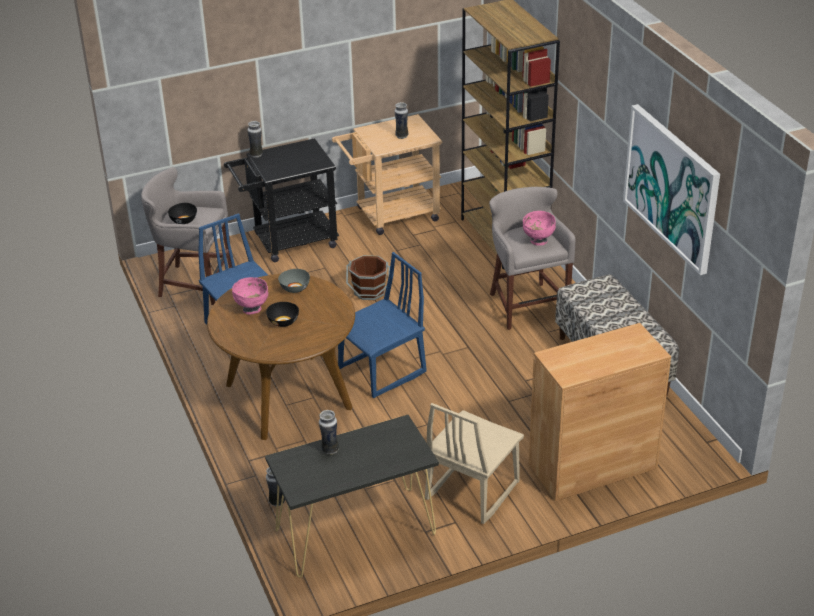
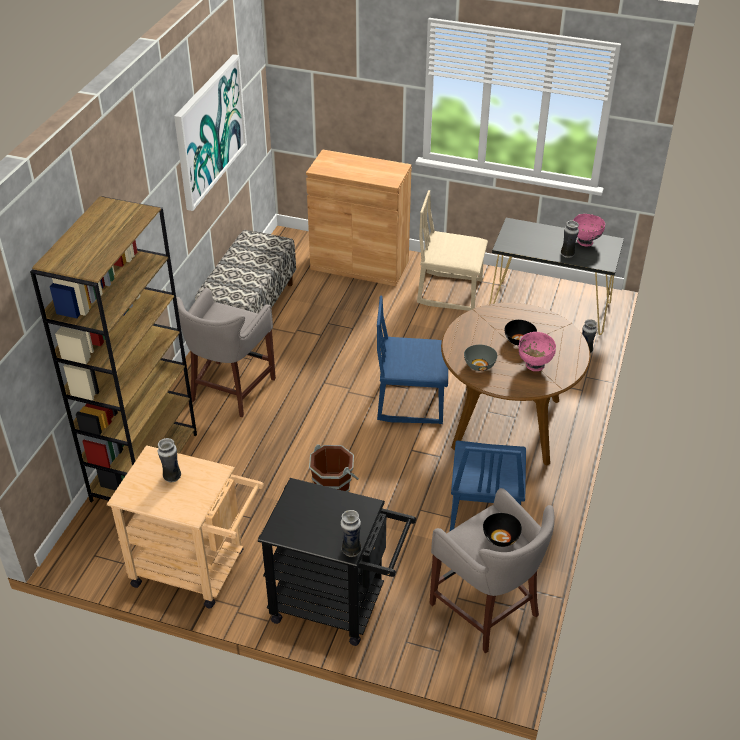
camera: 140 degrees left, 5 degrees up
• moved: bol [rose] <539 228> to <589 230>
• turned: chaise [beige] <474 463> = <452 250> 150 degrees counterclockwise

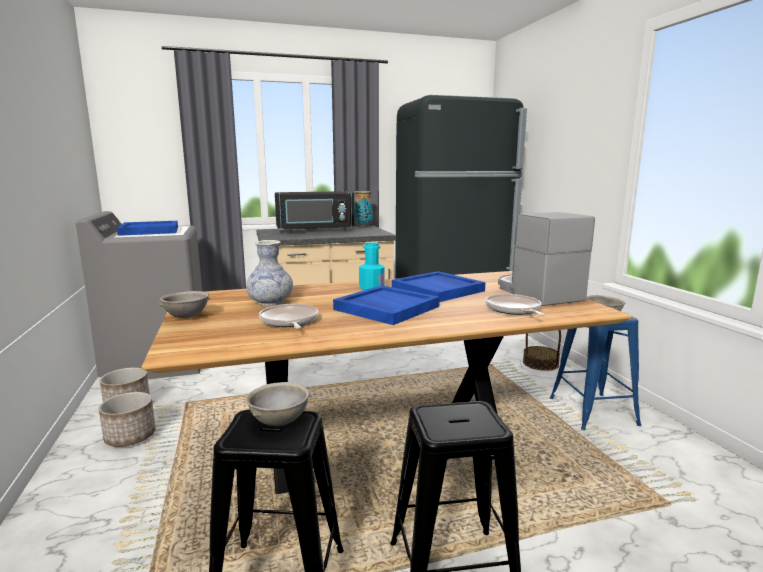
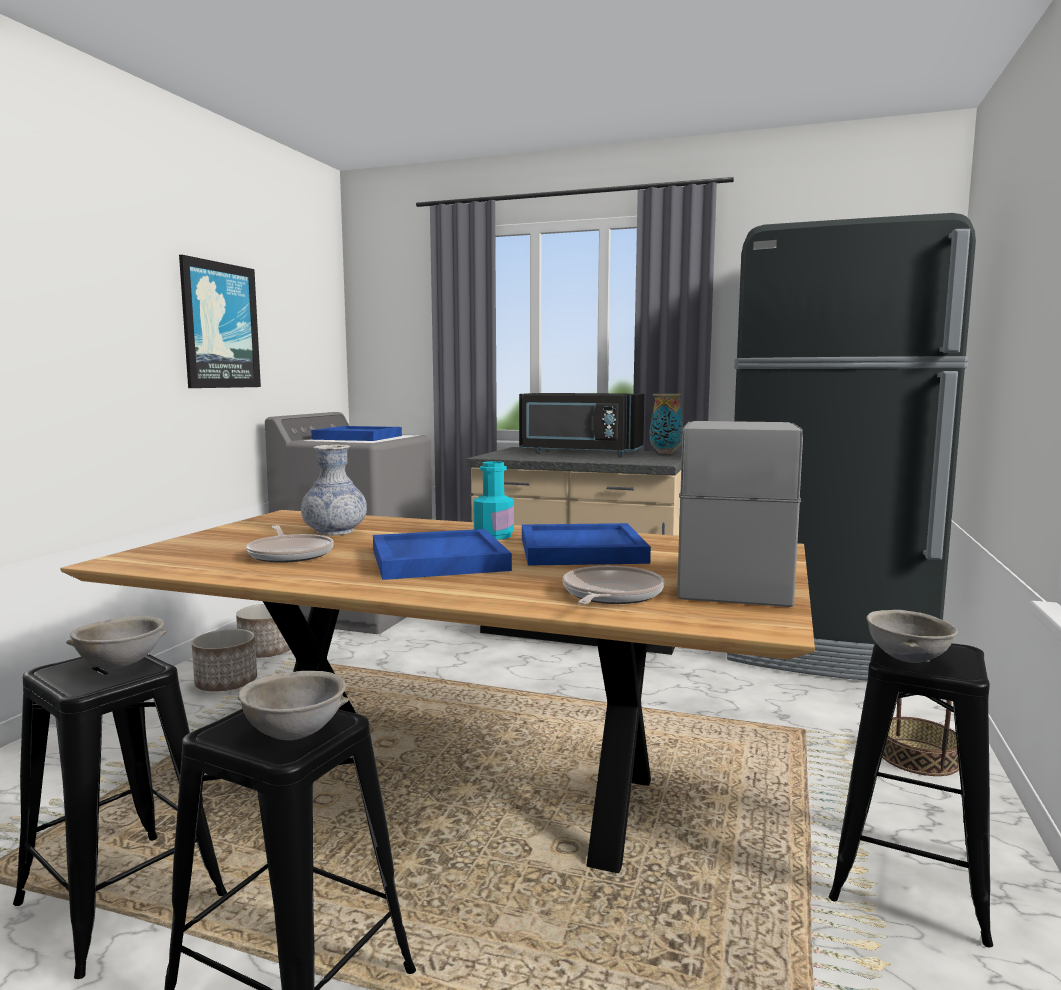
camera: 35 degrees right, 5 degrees down
• added: tableau <220 321>
• moved: bol [gris] <184 305> to <293 705>
• recoloured: tabouret [bleu] <595 373> to tabouret [noir] <911 794>
• turned: poêle <288 316> = <290 544> 135 degrees clockwise

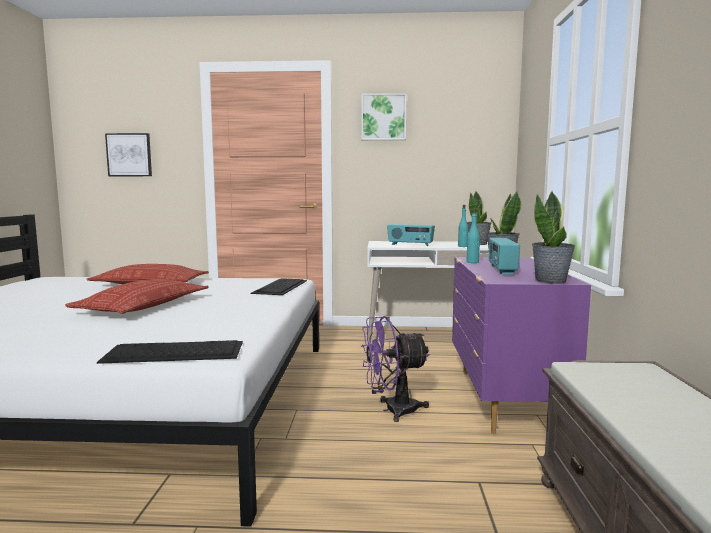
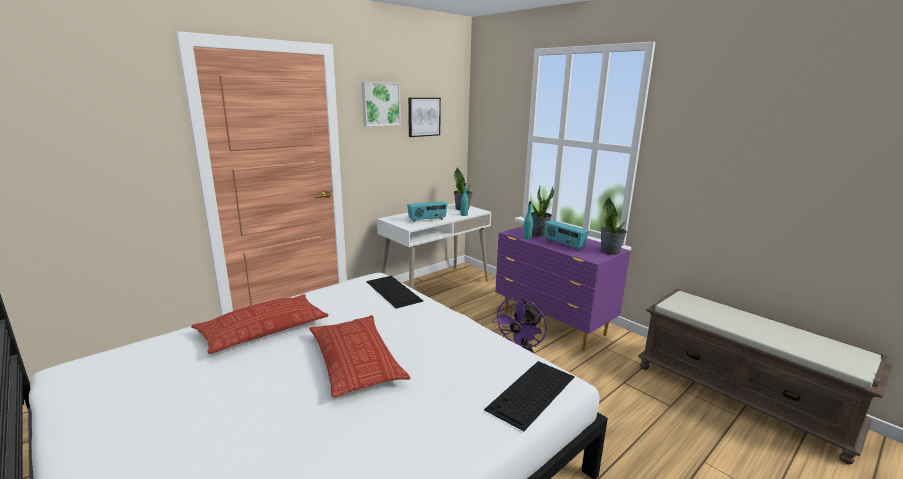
camera: 45 degrees left, 10 degrees up
• moved: tableau <128 154> to <424 117>

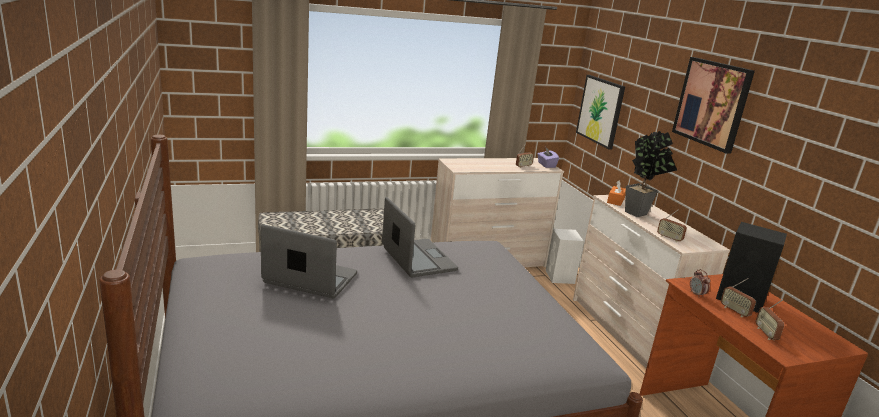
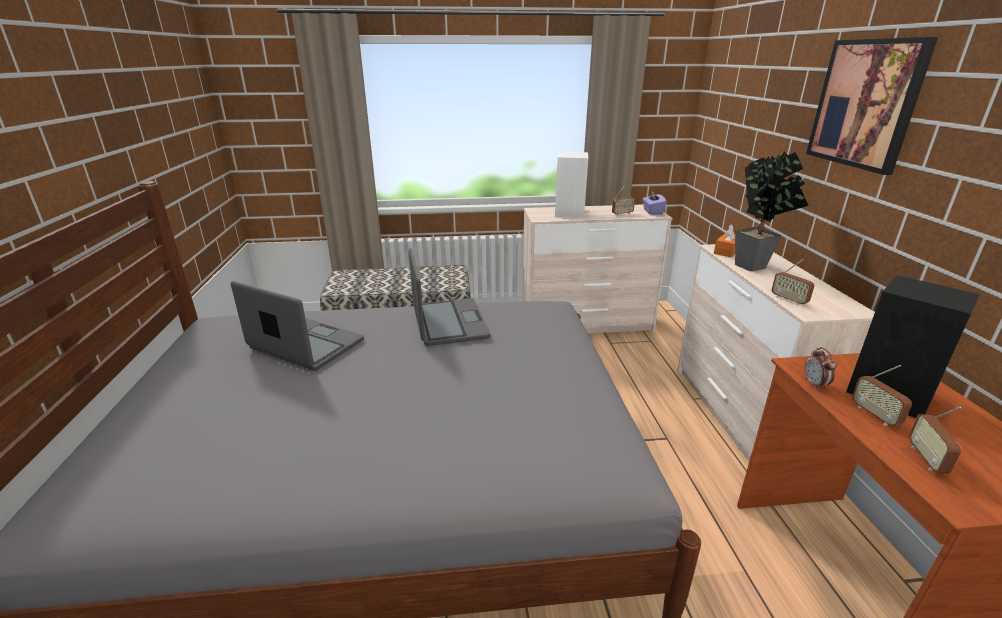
camera: 15 degrees right, 5 degrees up
• removed: tableau <600 112>
• moved: enceinte [blanc] <564 256> to <571 185>

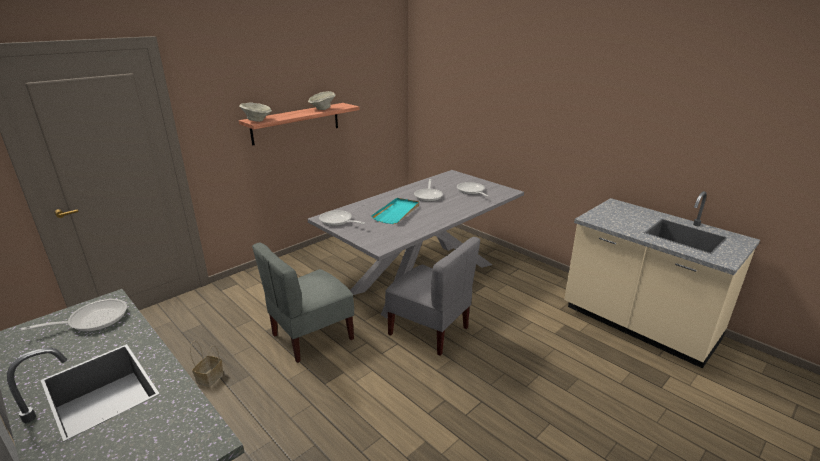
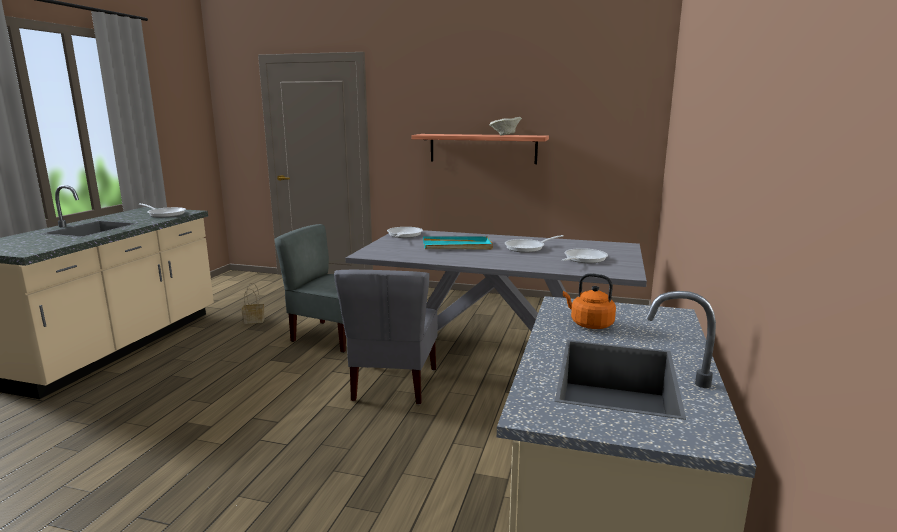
camera: 60 degrees right, 10 degrees down
• removed: bol [beige] <255 112>
• added: bouilloire [orange] <589 301>

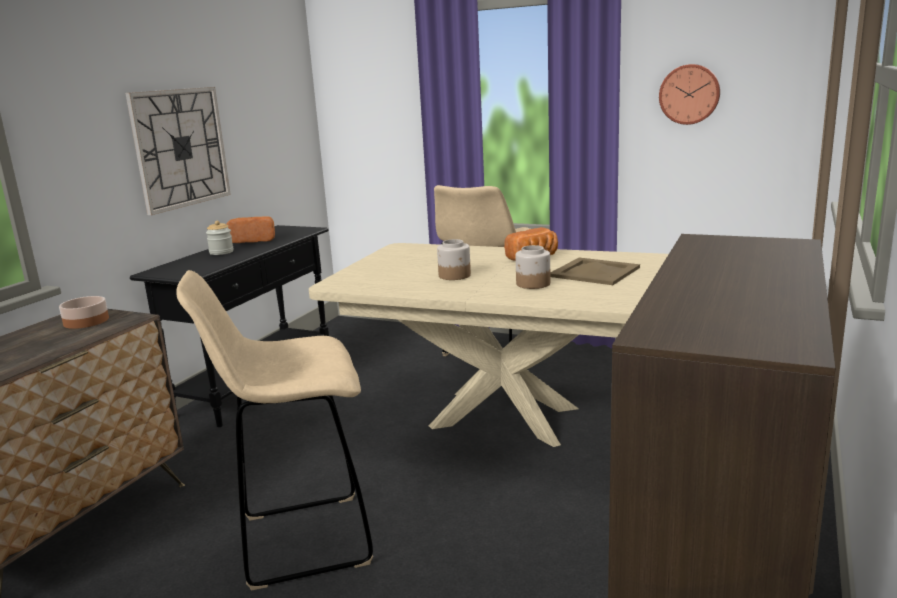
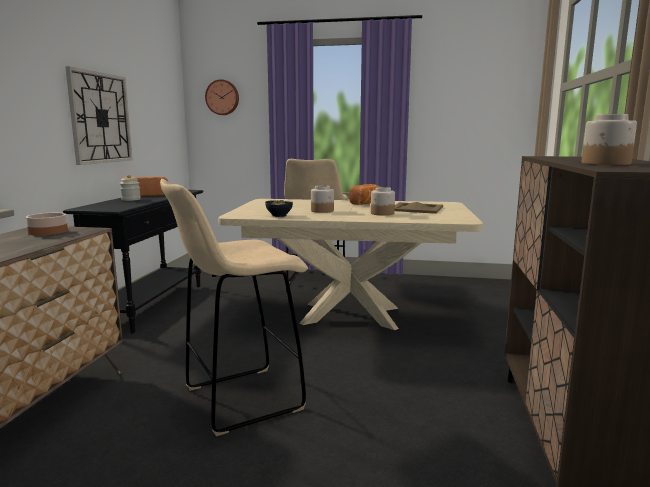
camera: 15 degrees left, 5 degrees down
• added: bol <279 208>
• added: bocal <609 139>
• moved: horloge murale <689 94> to <222 97>

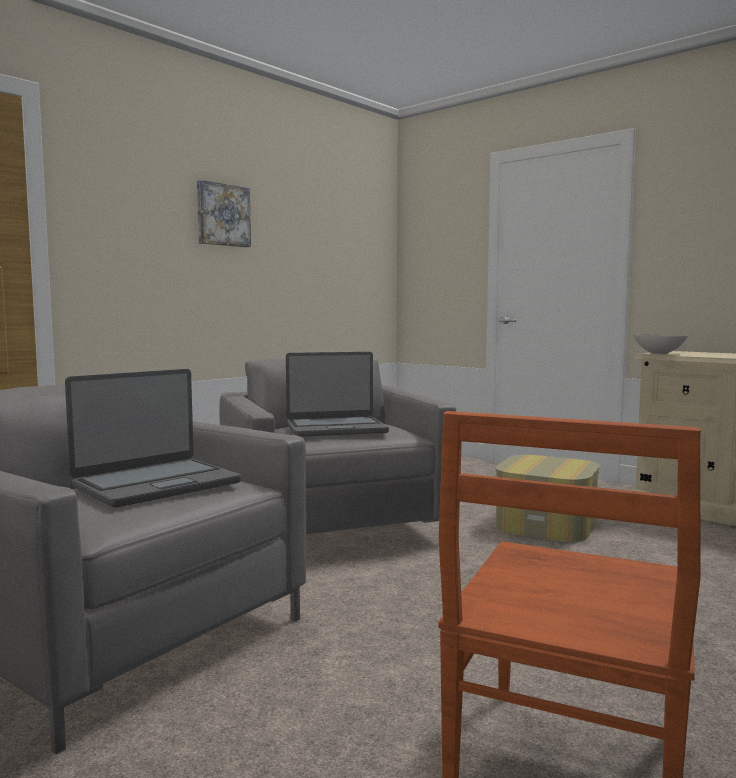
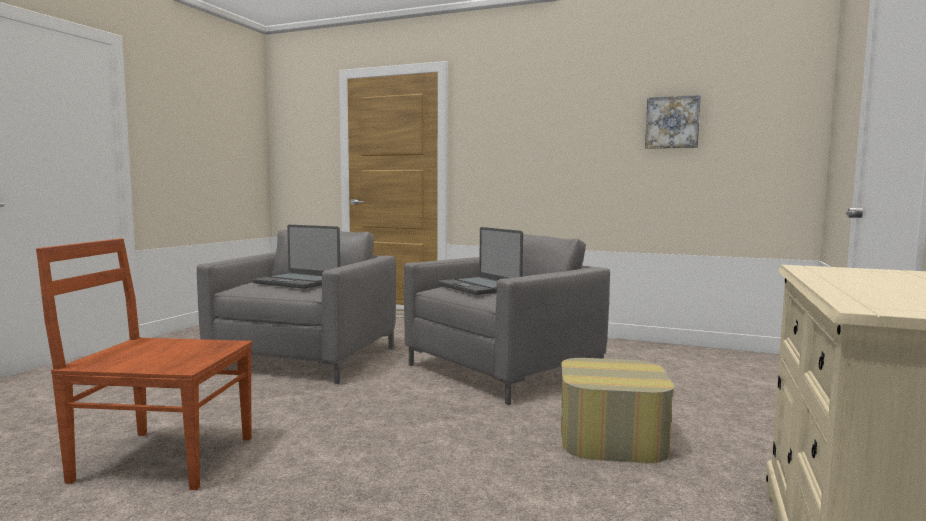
camera: 70 degrees right, 0 degrees up
• removed: bol [blanc] <660 344>
• moved: tableau <224 213> to <673 122>

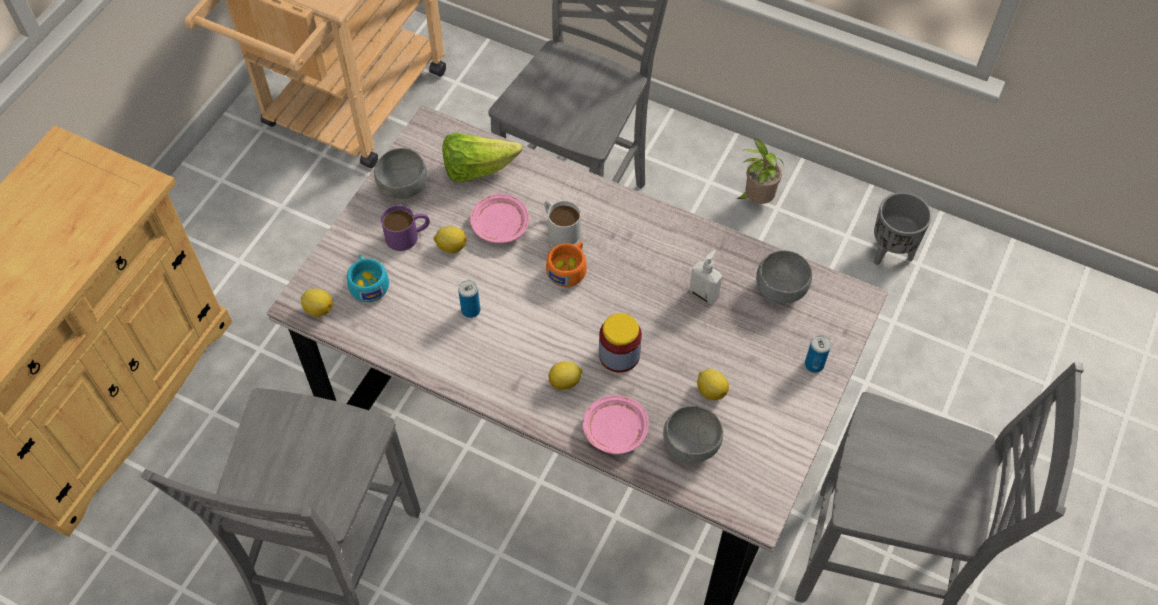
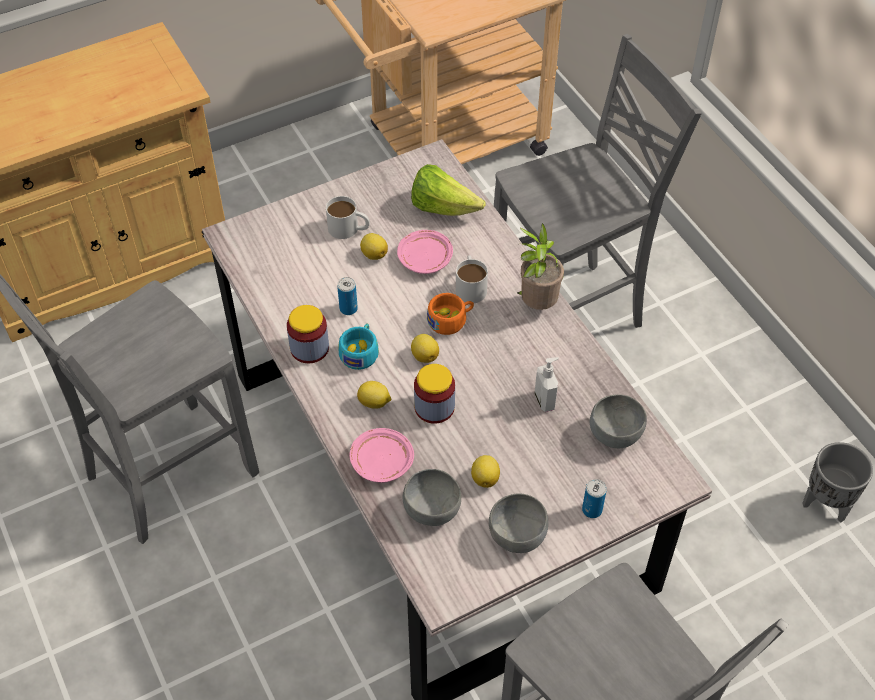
camera: 35 degrees right, 5 degrees down
• added: bocal <308 334>
• moved: citron <317 303> to <425 348>
• moved: tasse [turquoise] <368 278> to <358 346>
• moved: bol [gris] <400 173> to <518 523>
• moved: plante en pot <760 171> to <540 266>
• recoloured: mug [violet] <405 228> to mug [blanc] <348 217>

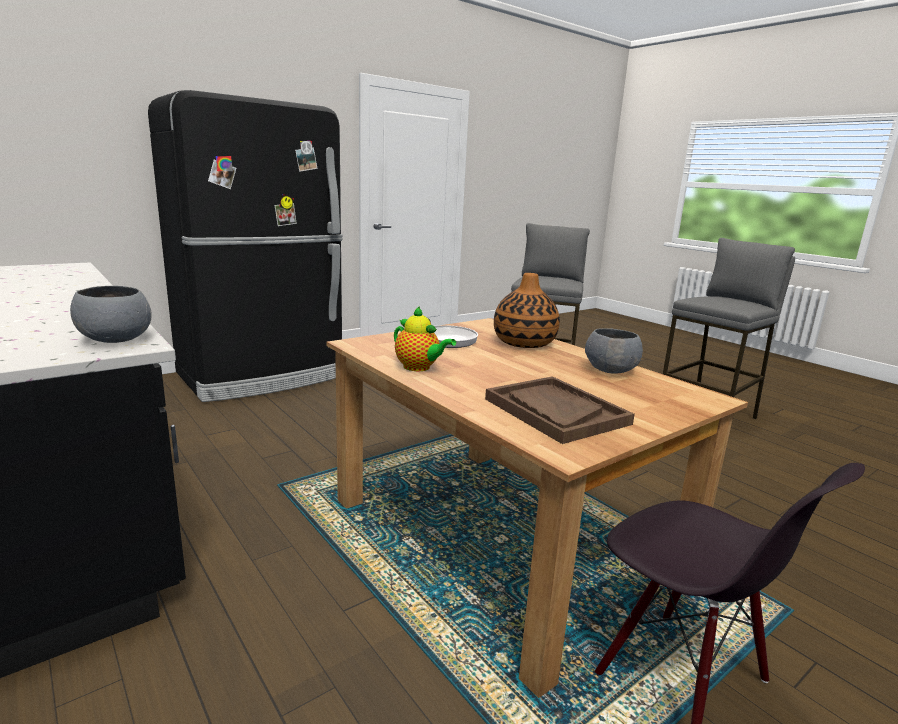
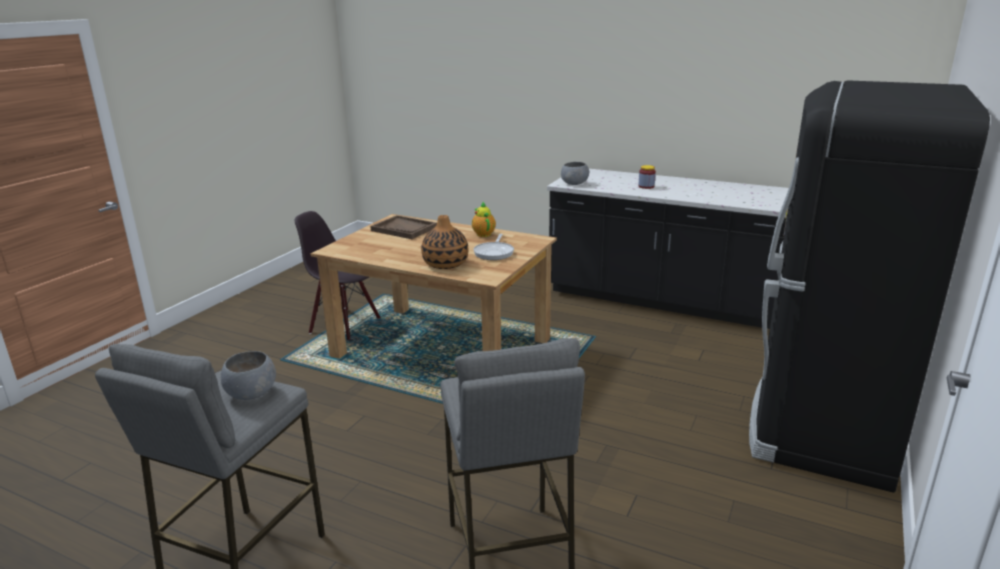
camera: 155 degrees right, 5 degrees up
• added: bocal <647 177>
• moved: bol [gris] <614 350> to <248 375>
• turned: théière <425 338> = <484 219> 60 degrees clockwise

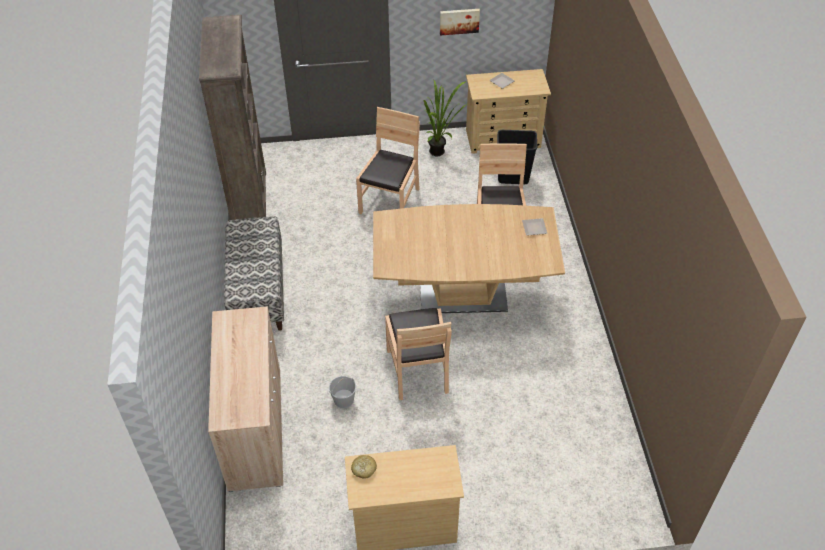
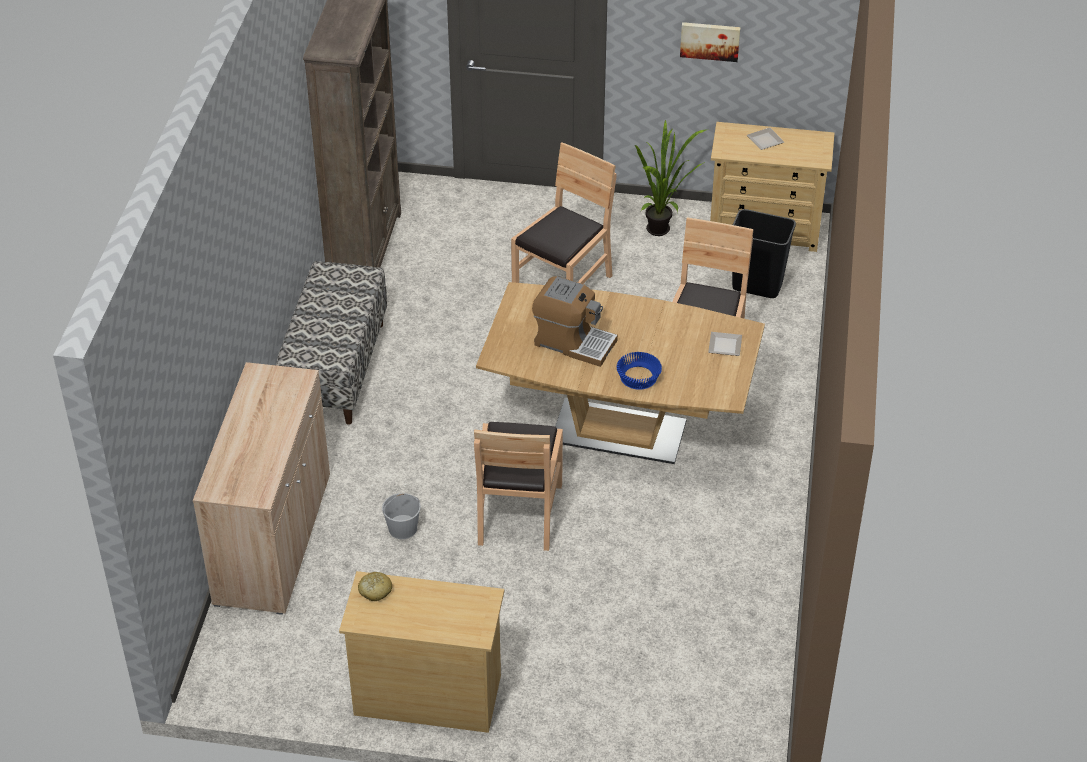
camera: 15 degrees right, 5 degrees down
• added: machine à café <575 321>
• added: bol [bleu] <639 371>

